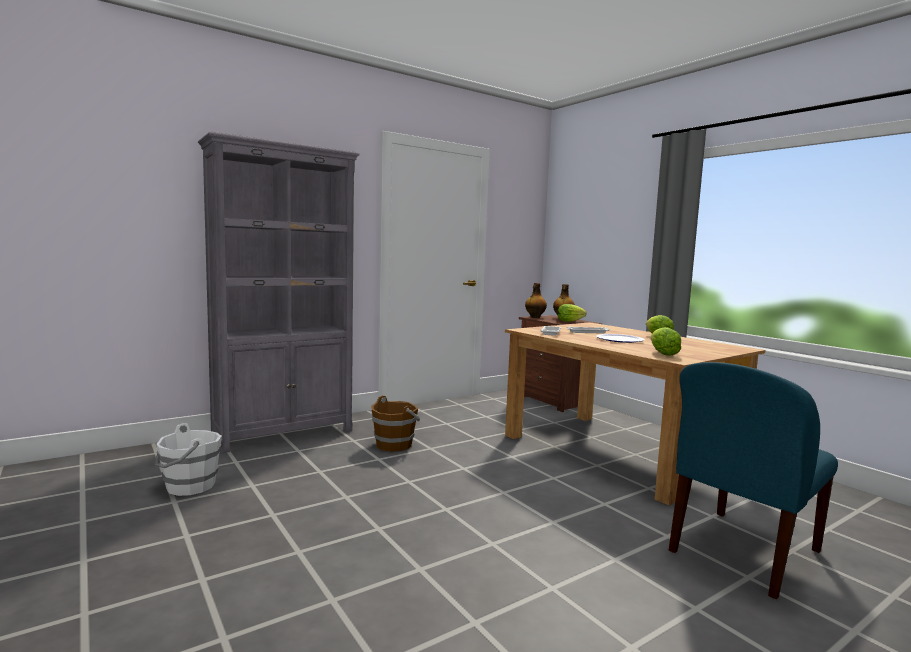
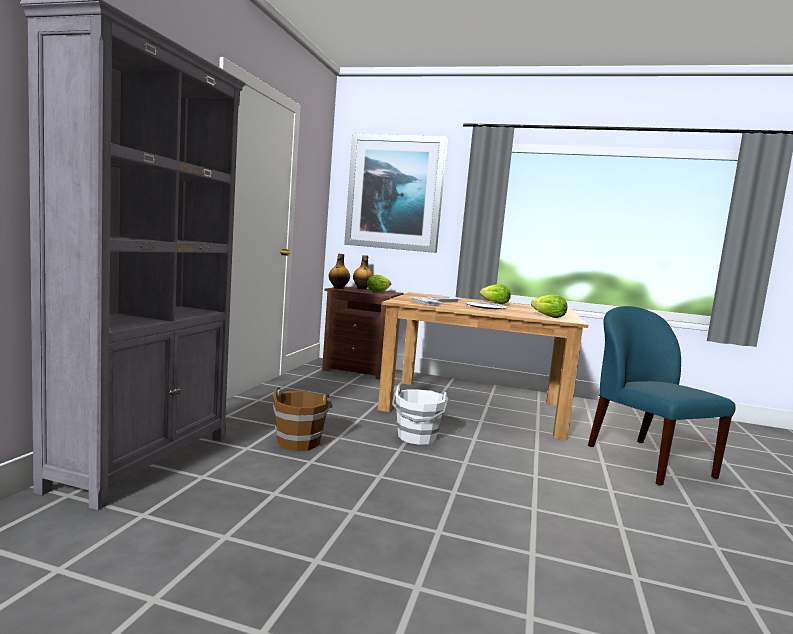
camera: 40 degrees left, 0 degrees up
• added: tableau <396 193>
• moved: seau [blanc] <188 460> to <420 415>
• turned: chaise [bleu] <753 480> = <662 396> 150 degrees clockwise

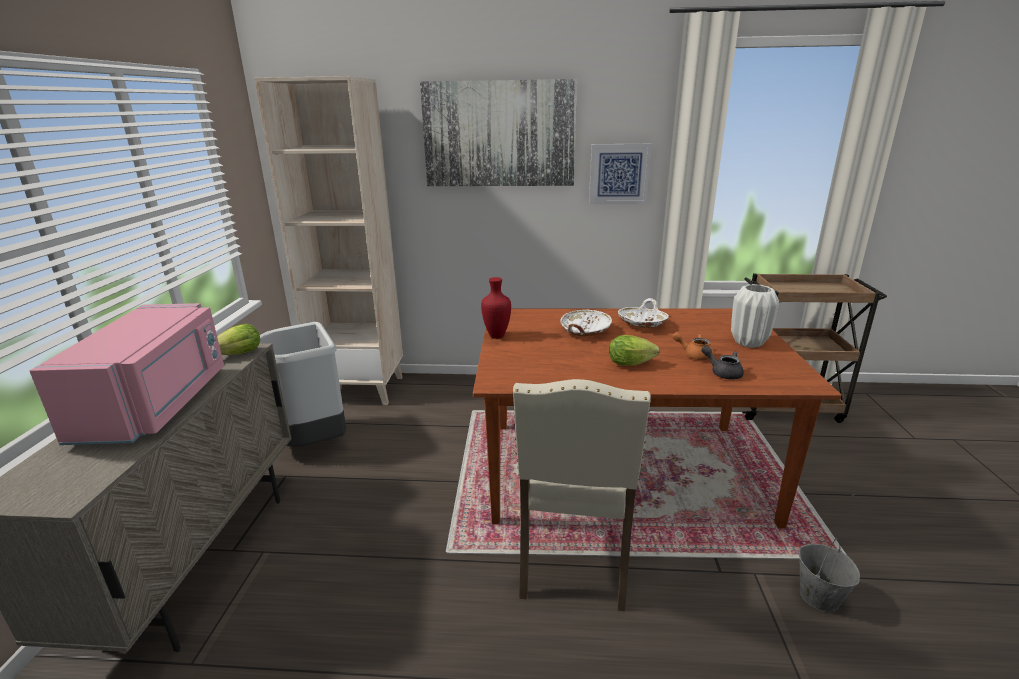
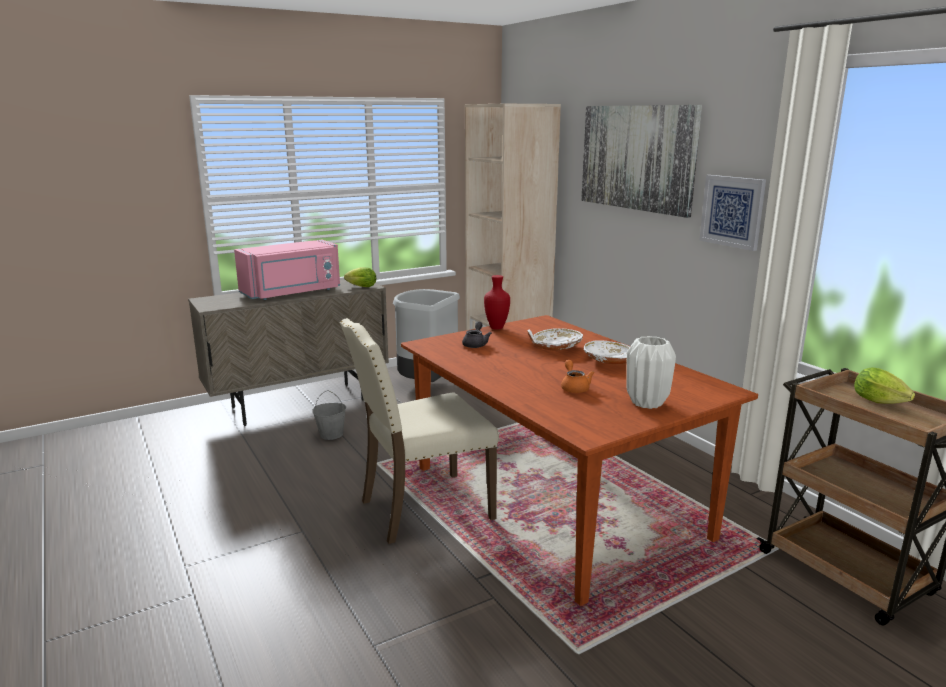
camera: 55 degrees right, 5 degrees down
• moved: laitue <634 350> to <884 386>
• moved: théière [gris] <722 363> to <477 334>
• moved: seau [gris] <829 575> to <329 415>

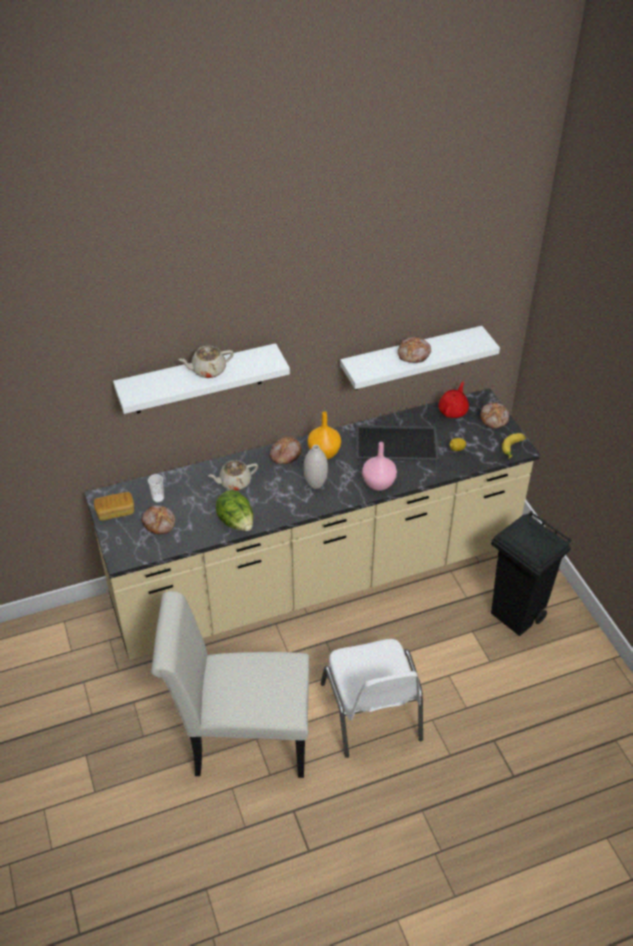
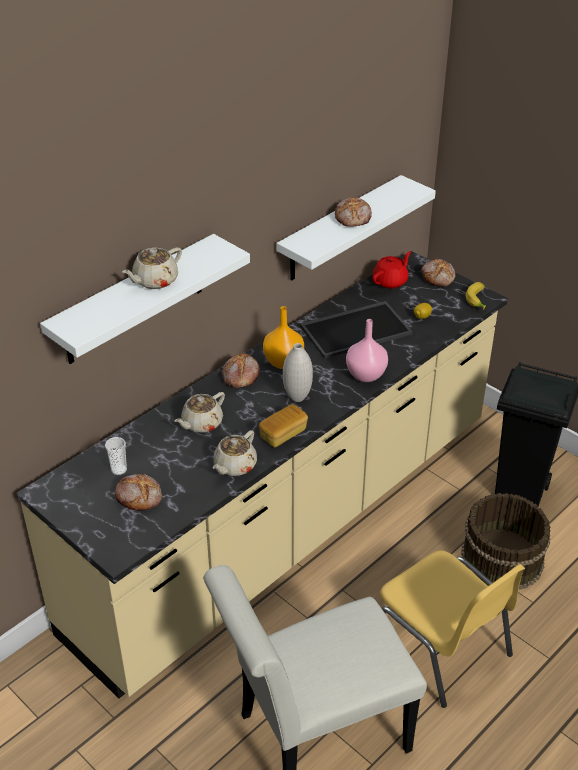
camera: 25 degrees left, 5 degrees down
• added: seau [marron] <505 541>
• moved: pain <114 506> to <283 426>
• replaced: laitue <234 510> to théière [beige] <235 453>
• recoloured: chaise [blanc] <372 698> to chaise [jaune] <452 629>
• turned: théière [rouge] <453 400> = <392 269> 45 degrees clockwise

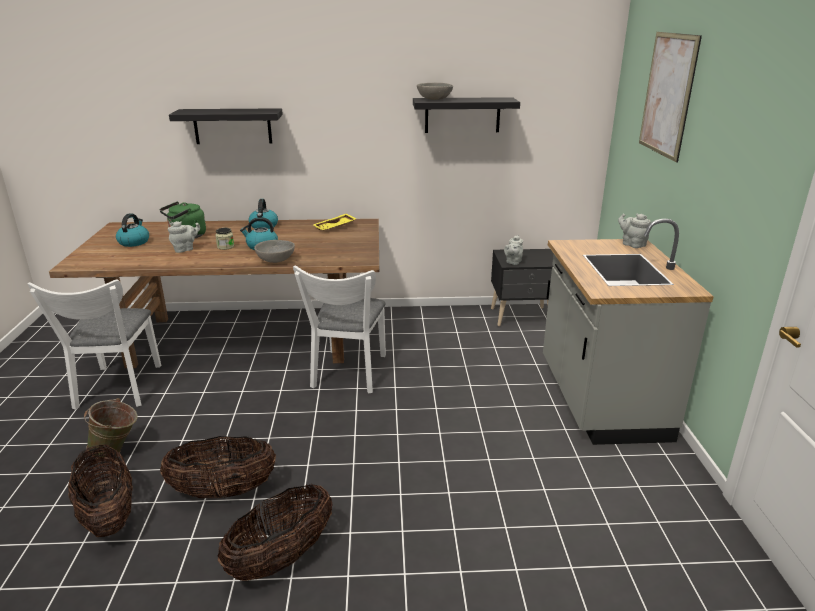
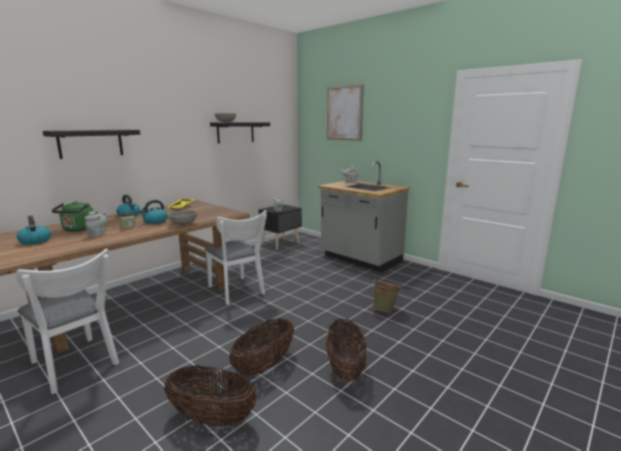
camera: 45 degrees left, 10 degrees down
• moved: seau [vert] <111 428> to <387 296>

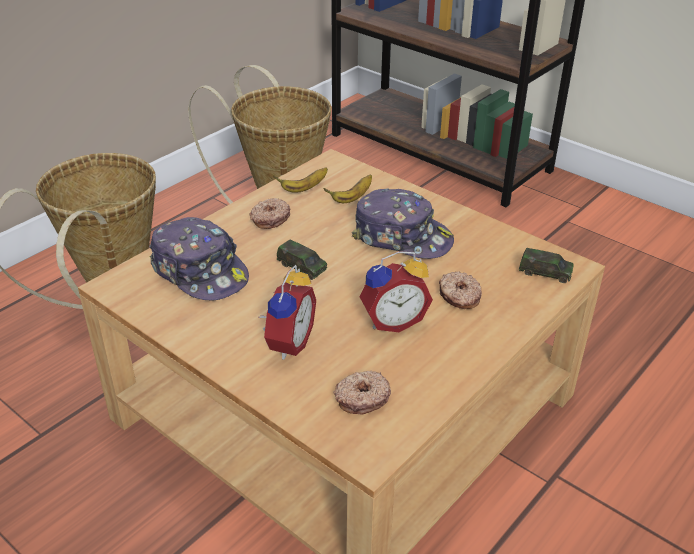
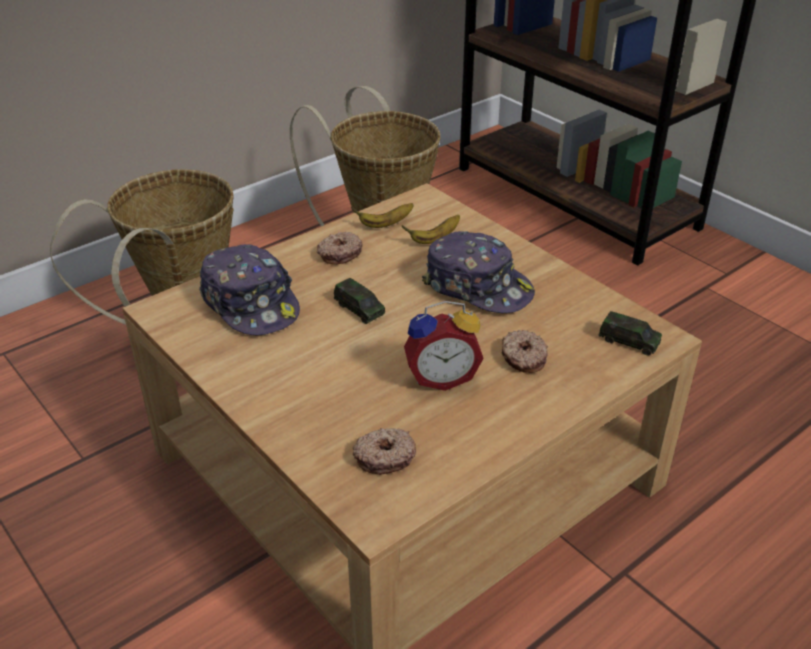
camera: 10 degrees right, 0 degrees up
• removed: réveil <287 312>

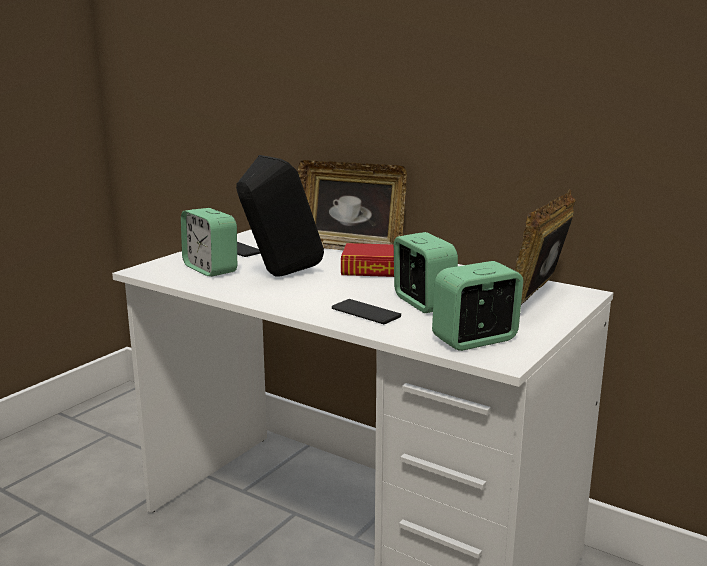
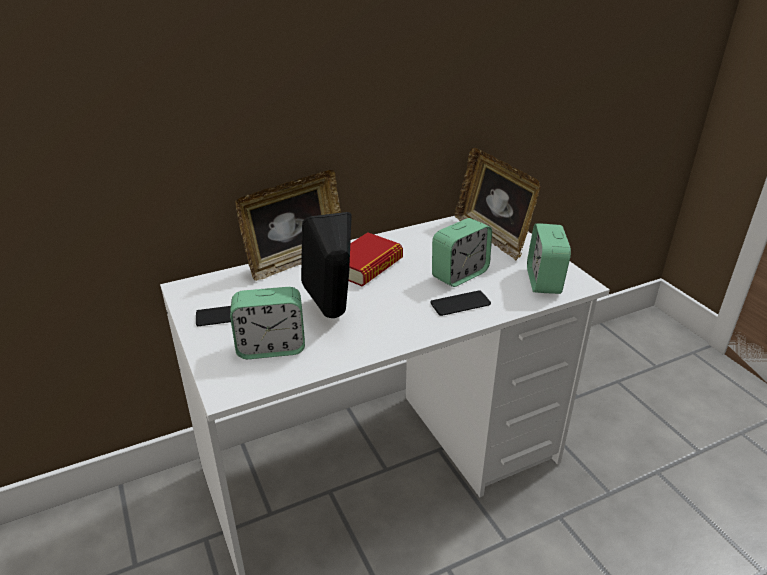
camera: 60 degrees left, 15 degrees up
• turned: réveil <426 272> = <462 252> 135 degrees clockwise

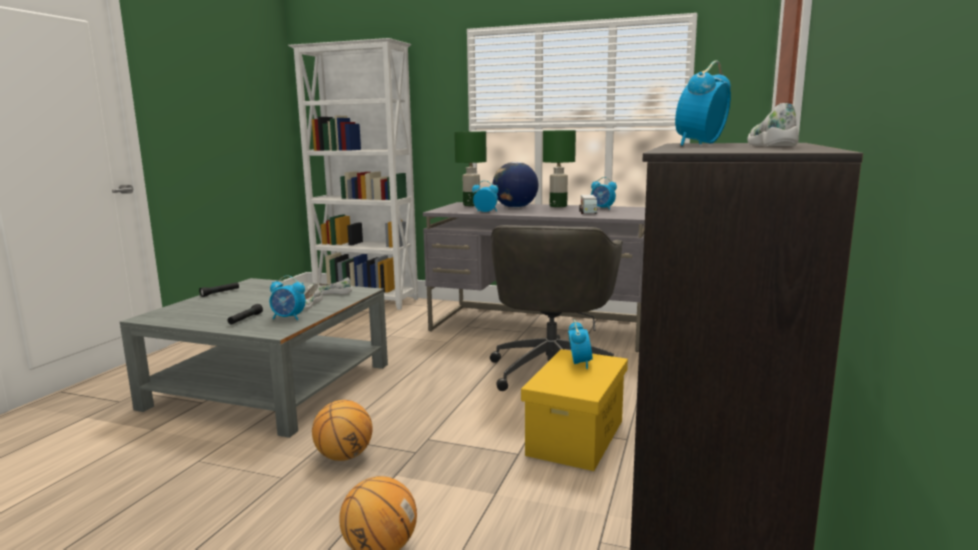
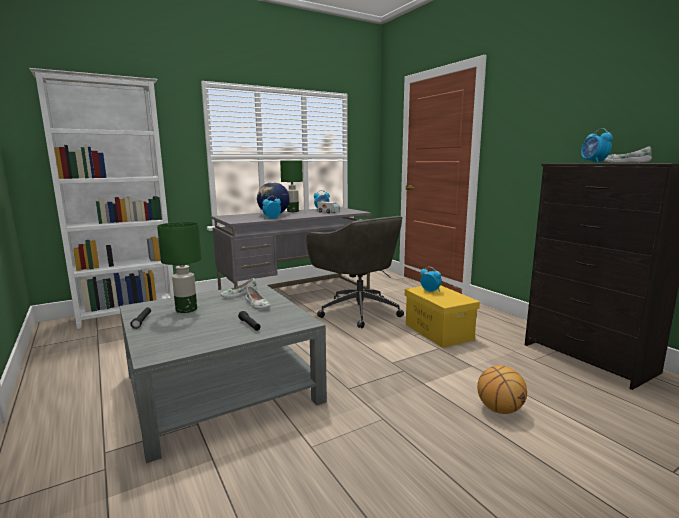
camera: 50 degrees left, 0 degrees up
• removed: réveil <287 297>
• removed: ballon de basket <342 430>
• moved: lampe de table [vert] <470 168> to <179 267>

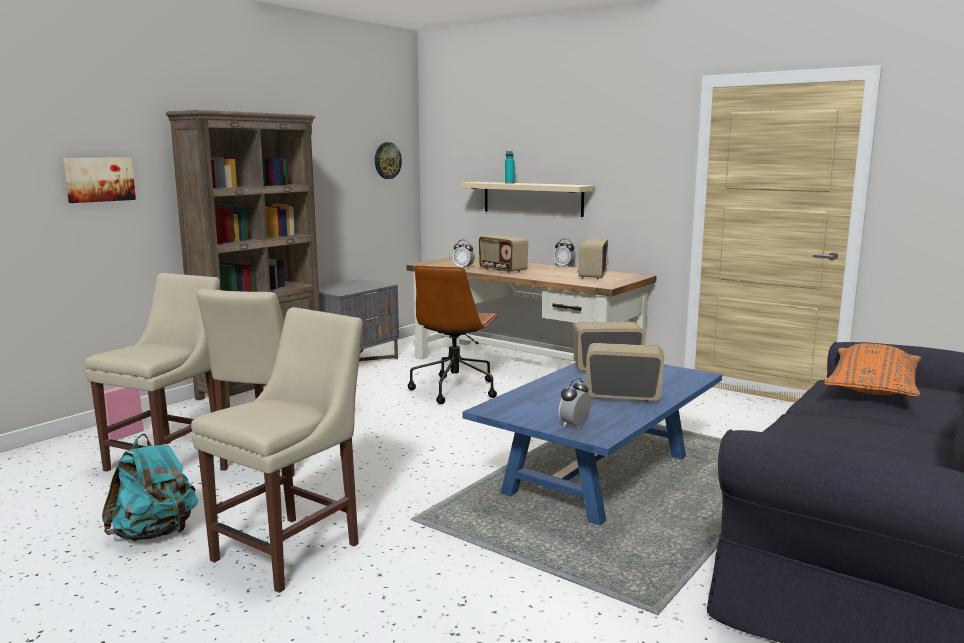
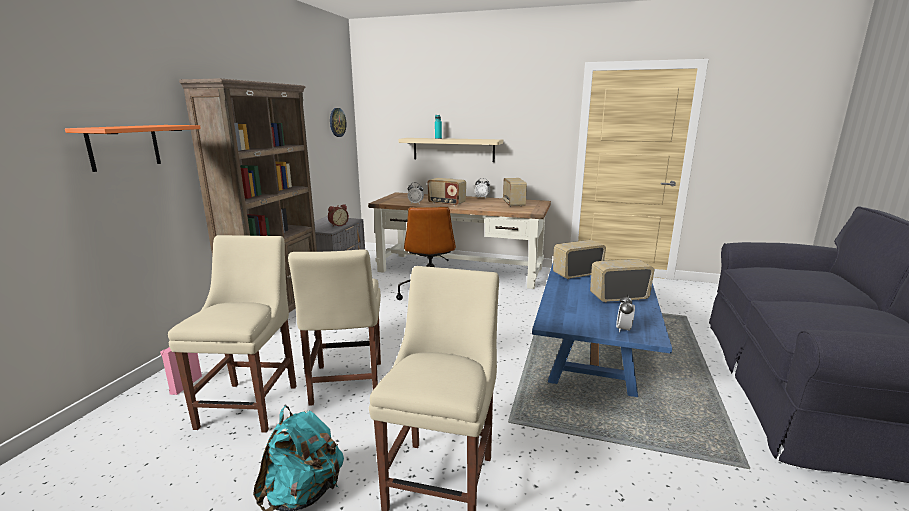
camera: 20 degrees left, 5 degrees up
• removed: coussin [orange] <872 370>
• added: réveil <338 215>
• replaced: tableau <99 180> to étagère [orange] <133 148>

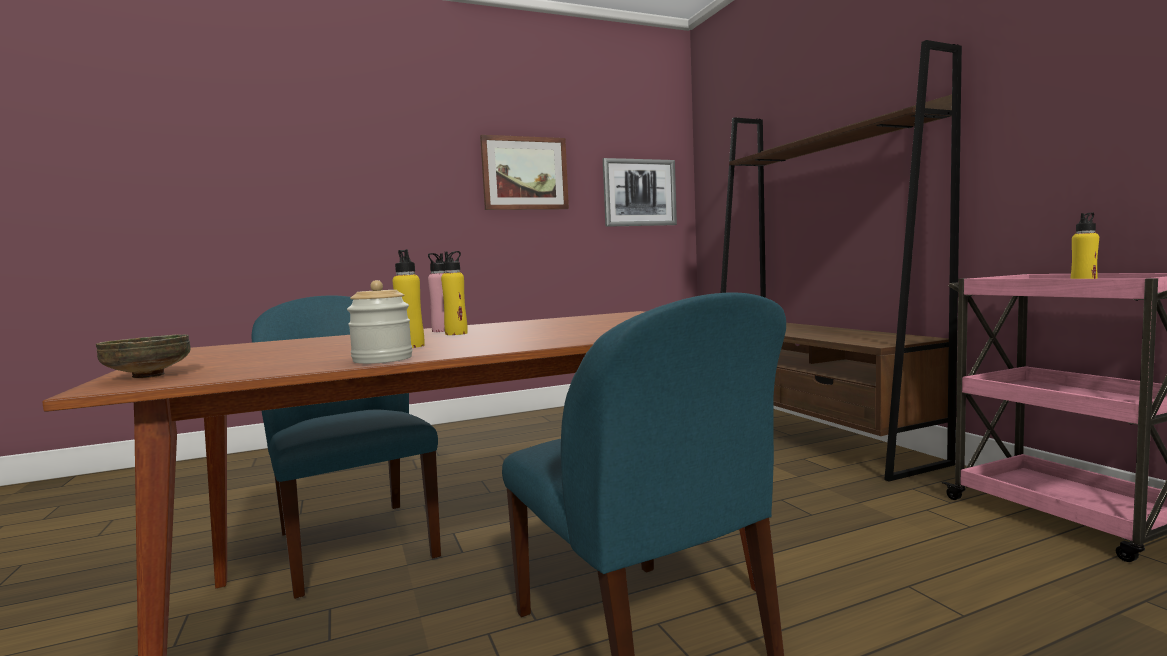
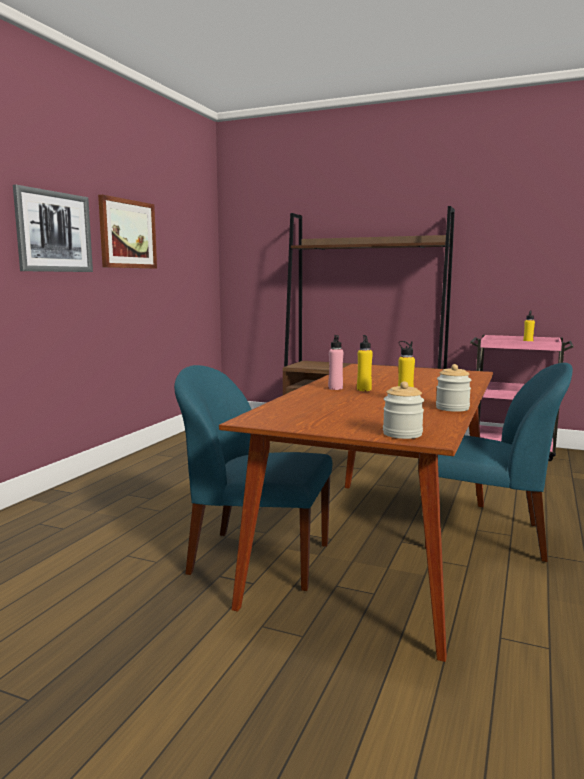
camera: 45 degrees left, 5 degrees up
• moved: tableau <640 192> to <53 228>
• replaced: bol <143 356> to bocal <403 410>

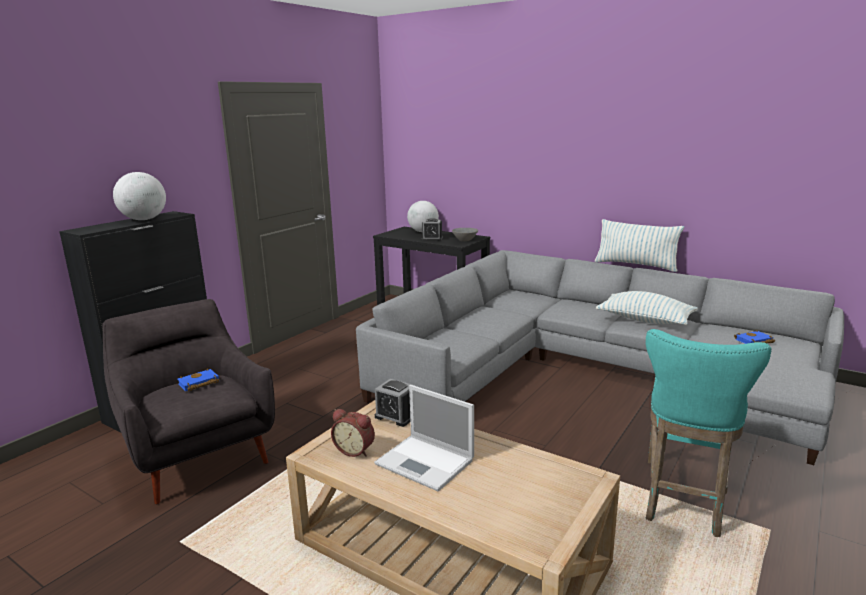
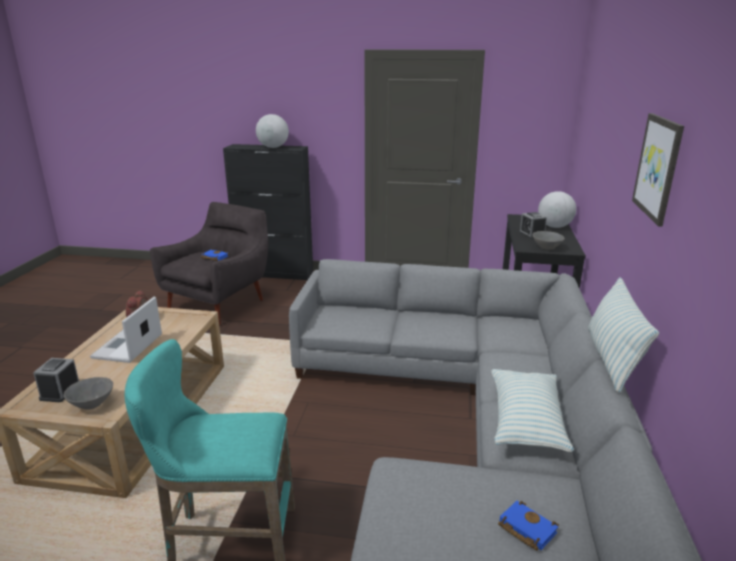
camera: 65 degrees right, 5 degrees up
• added: bol [gris] <88 393>
• added: tableau <658 170>
• moved: réveil <395 403> to <56 380>

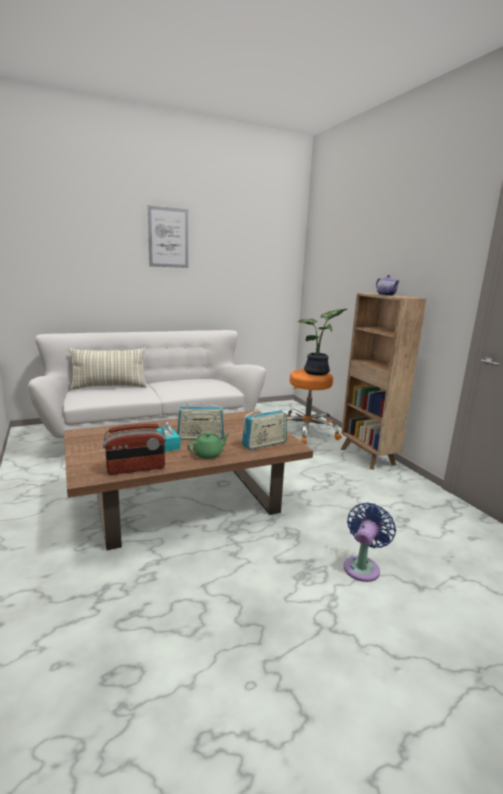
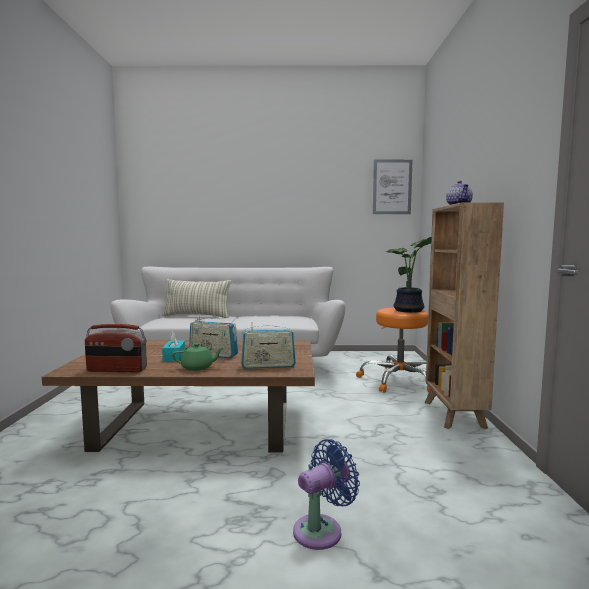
camera: 25 degrees right, 10 degrees down
• moved: tableau <168 236> to <393 186>

